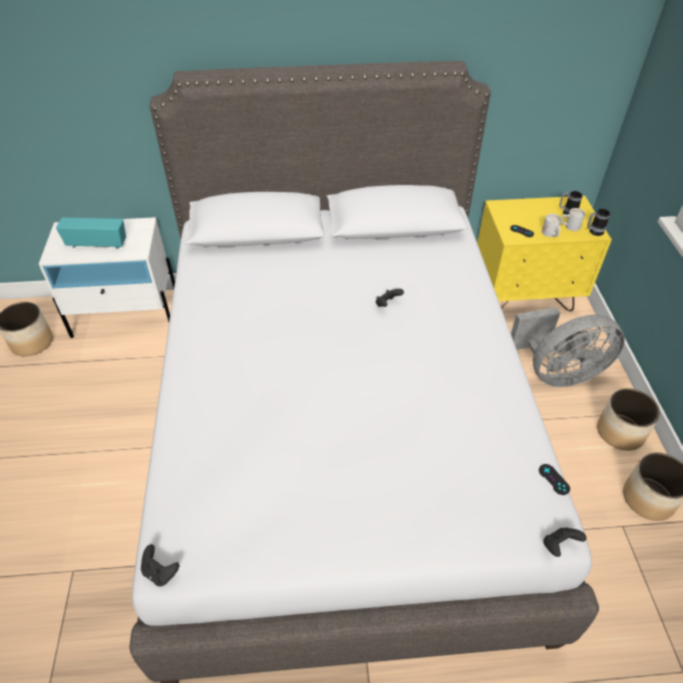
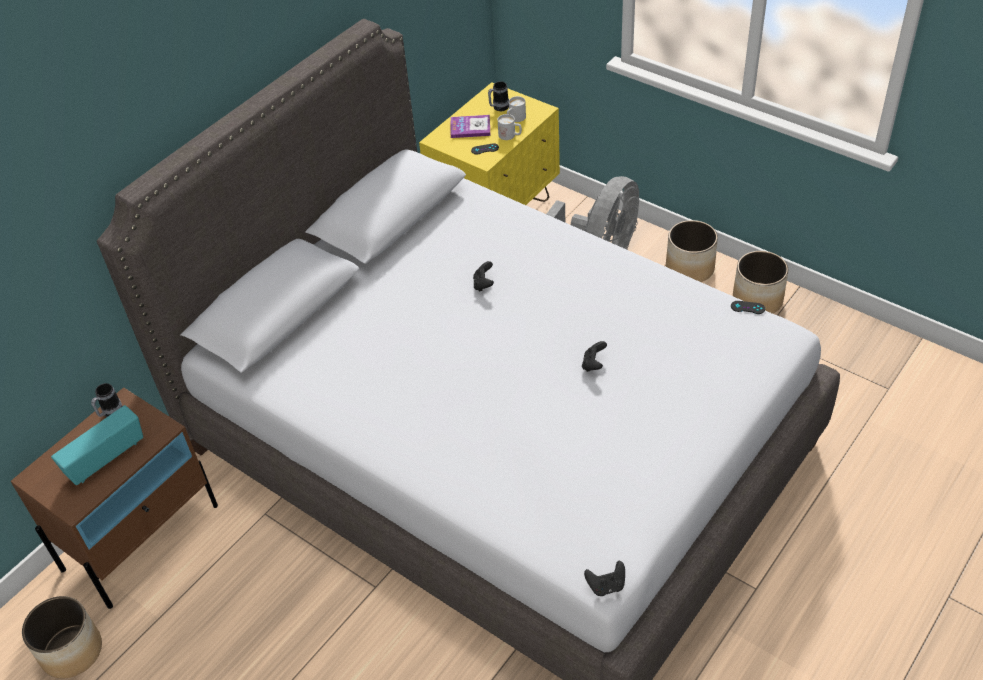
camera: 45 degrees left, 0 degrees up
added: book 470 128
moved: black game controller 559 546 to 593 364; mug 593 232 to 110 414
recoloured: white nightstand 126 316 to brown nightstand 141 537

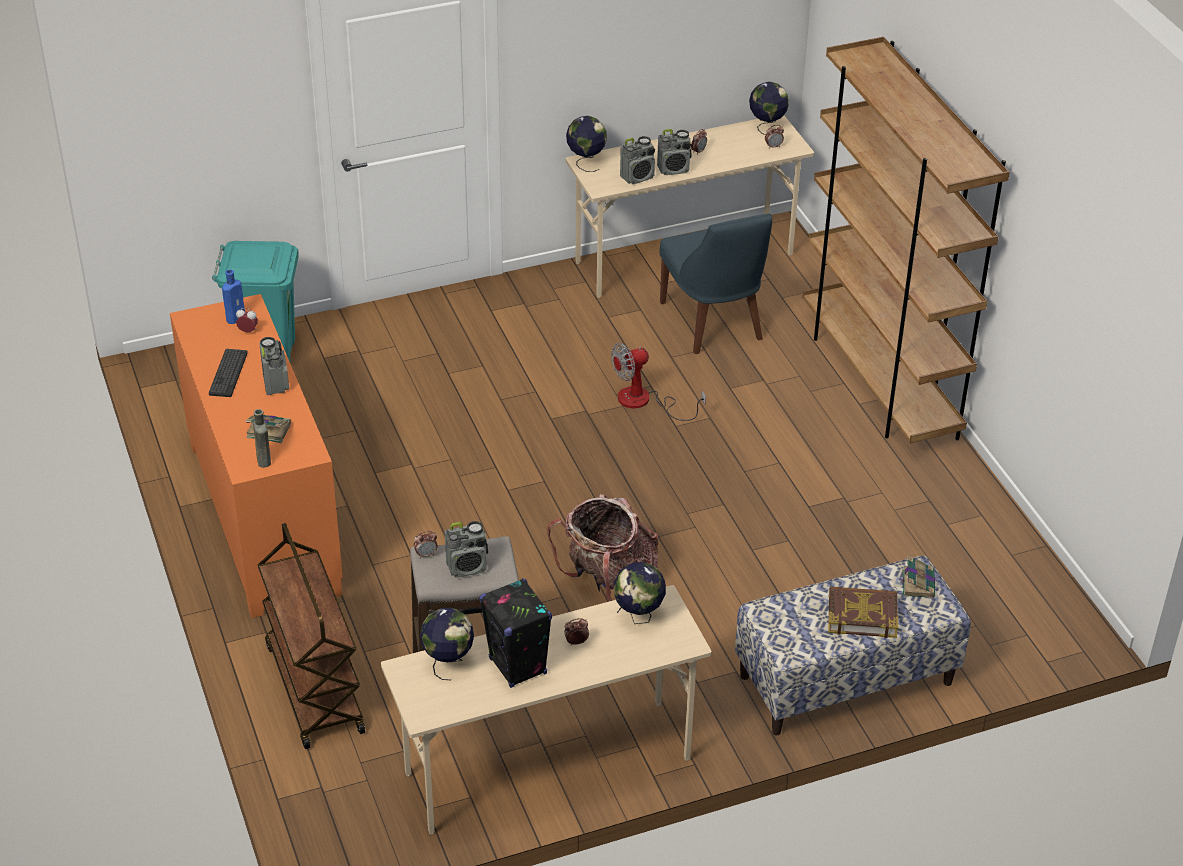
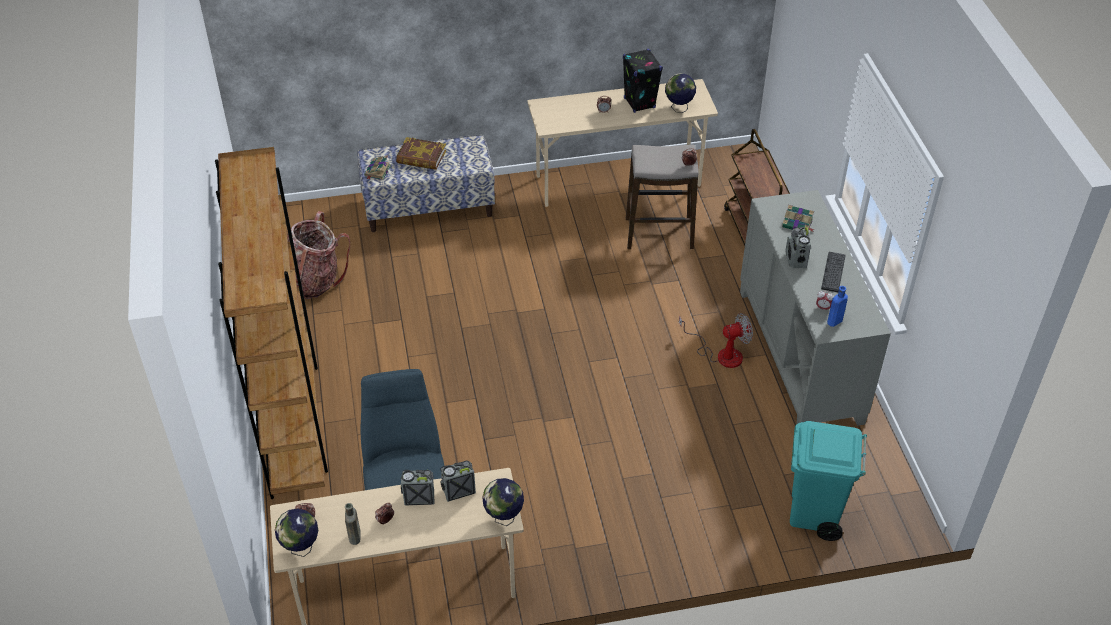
camera: 170 degrees left, 5 degrees up
removed: radio 467 567; globe 638 617
moved: brown bottle 264 461 to 354 535; backpack 608 580 to 314 280; fan 645 401 to 721 354
recoloured: orange cabinet 262 518 to grey cabinet 800 355

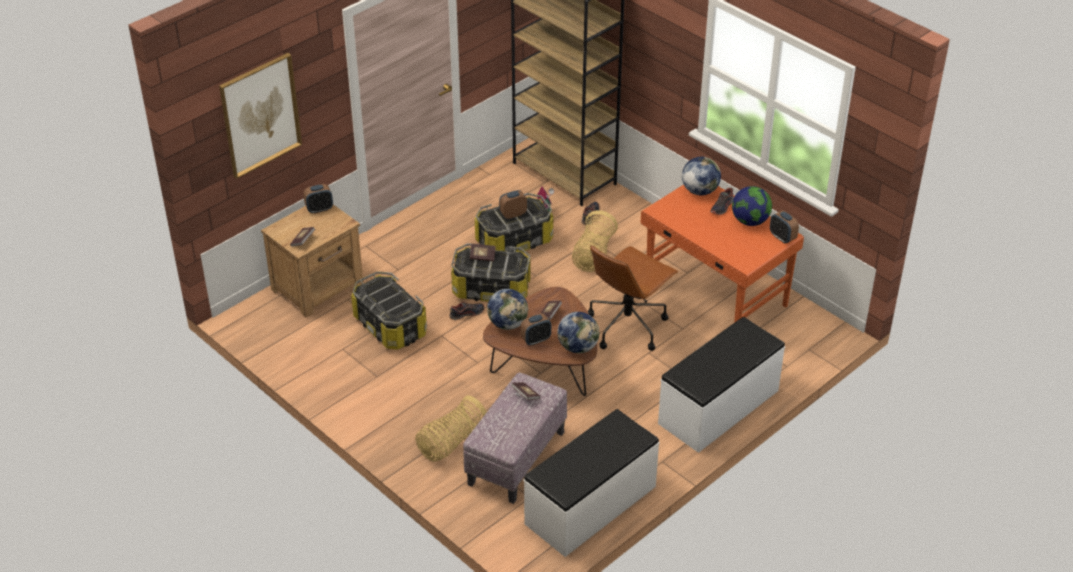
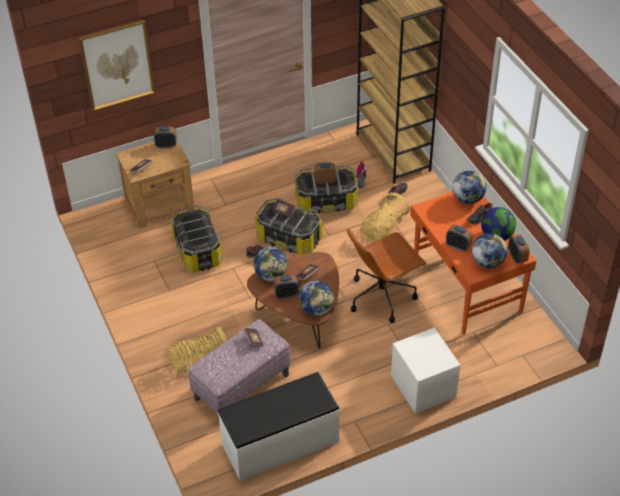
camera: 20 degrees right, 5 degrees up
added: alarm clock 458 246; globe 487 262
replaced: white bench 719 407 to white nightstand 423 387

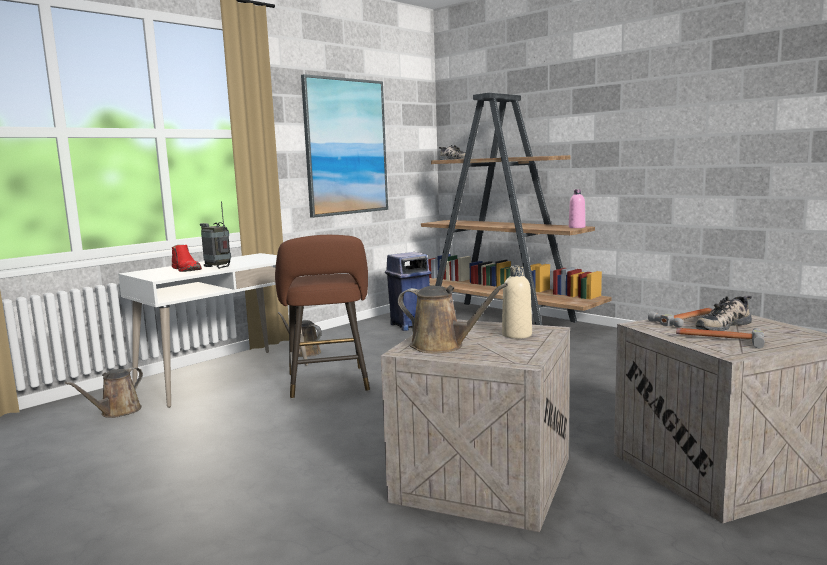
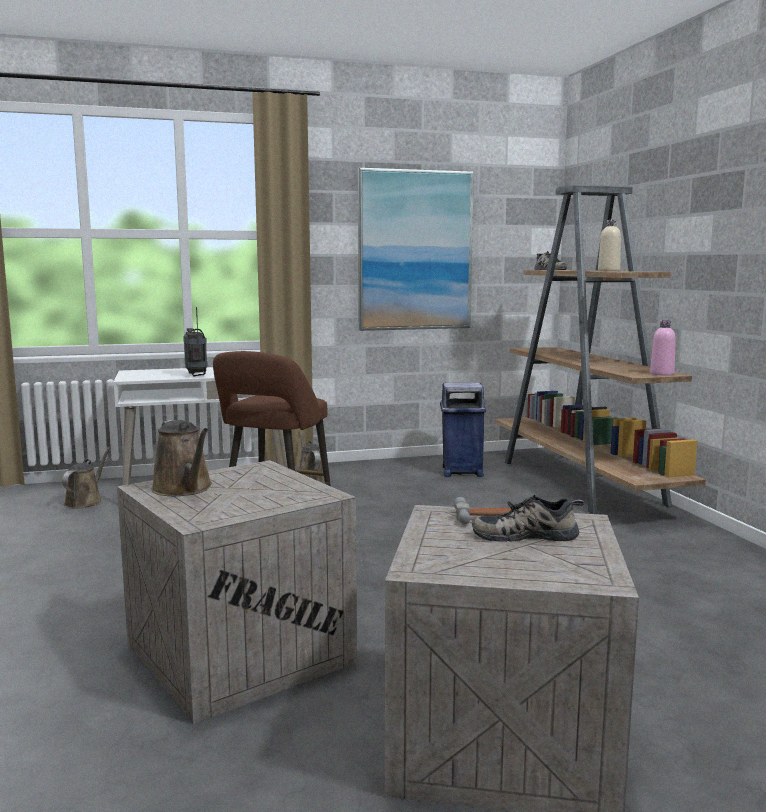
camera: 30 degrees right, 0 degrees up
removed: red boot 187 270; hammer 718 339
moved: beige bottle 517 335 to 608 271
turned: brown watering can 117 412 = 85 501 135 degrees clockwise

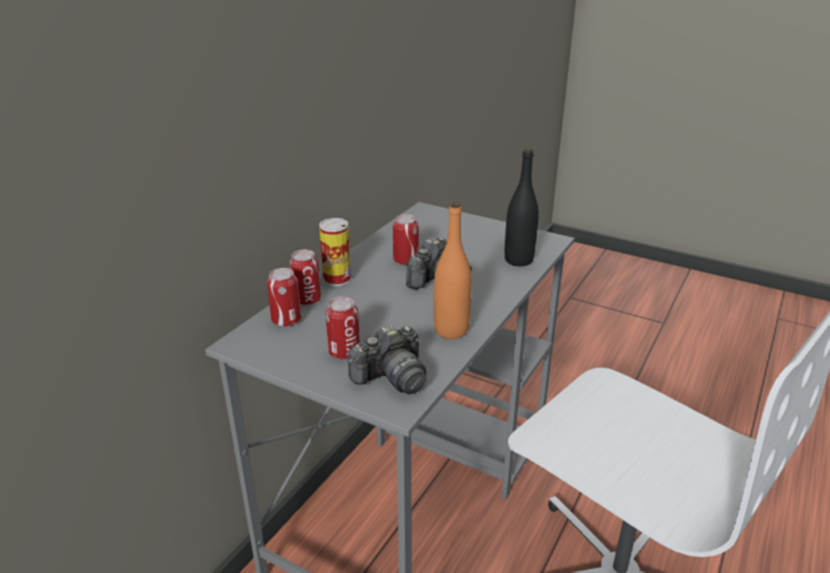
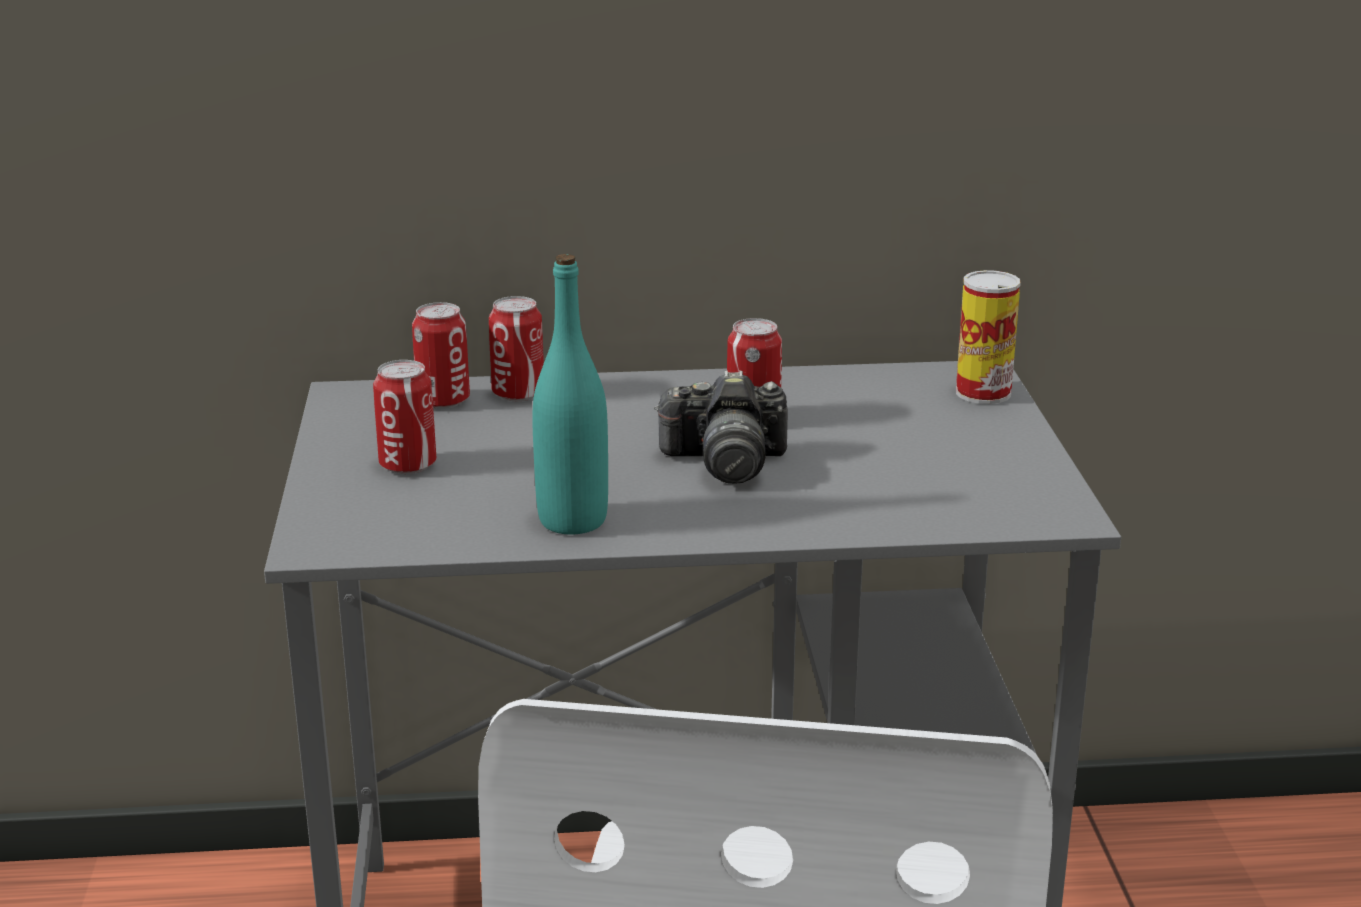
camera: 55 degrees right, 5 degrees down
removed: photo camera 392 378; black bottle 518 260
moved: can 337 279 to 983 393
recoloured: orange bottle 451 330 to turquoise bottle 572 520

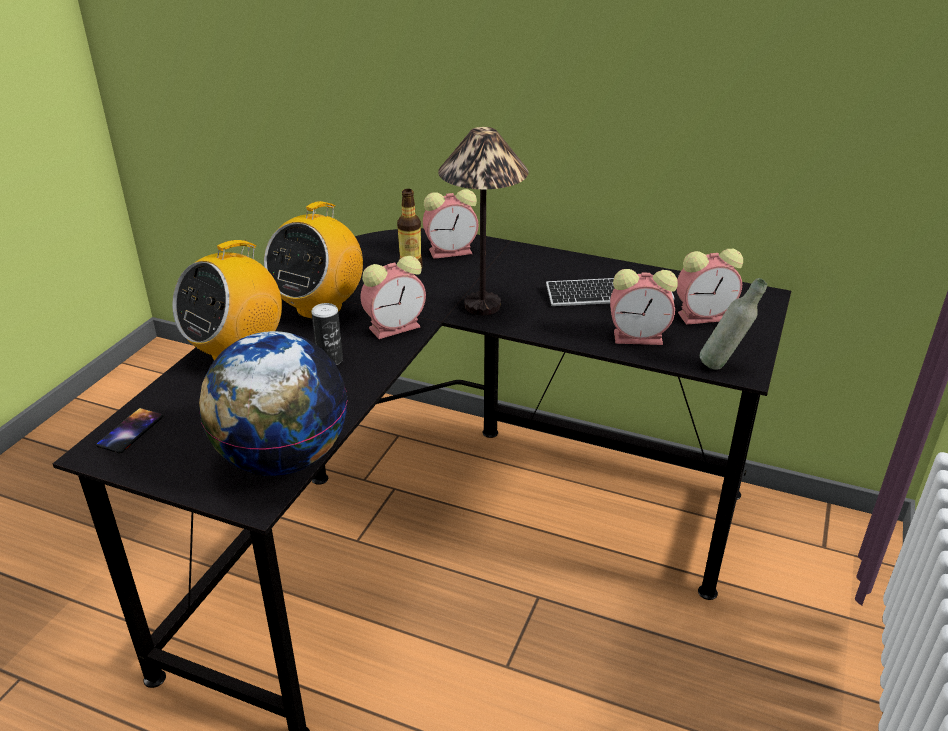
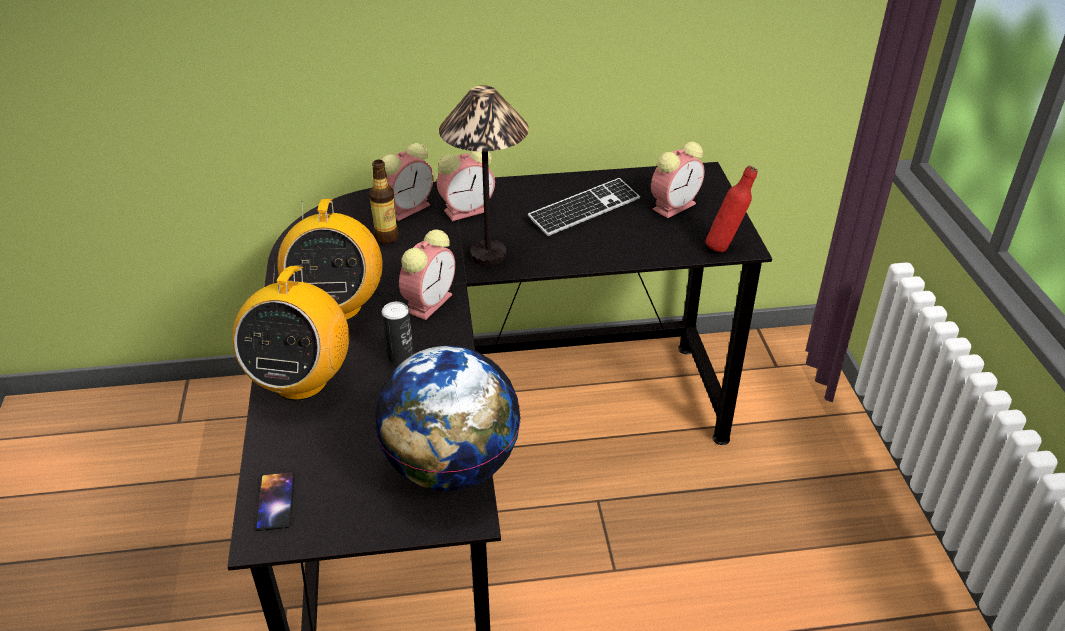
camera: 30 degrees left, 5 degrees up
moved: alarm clock 640 337 to 468 210
recoloured: grey bottle 723 366 to red bottle 725 247

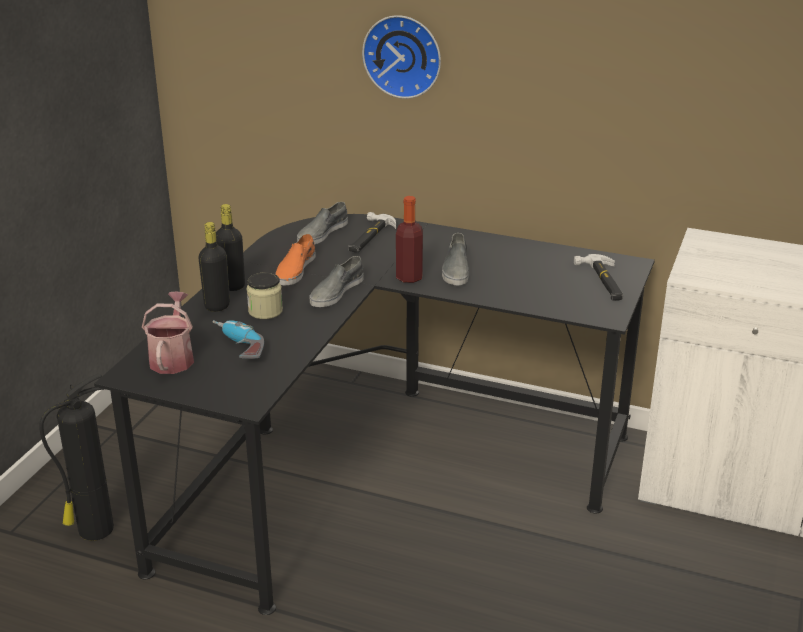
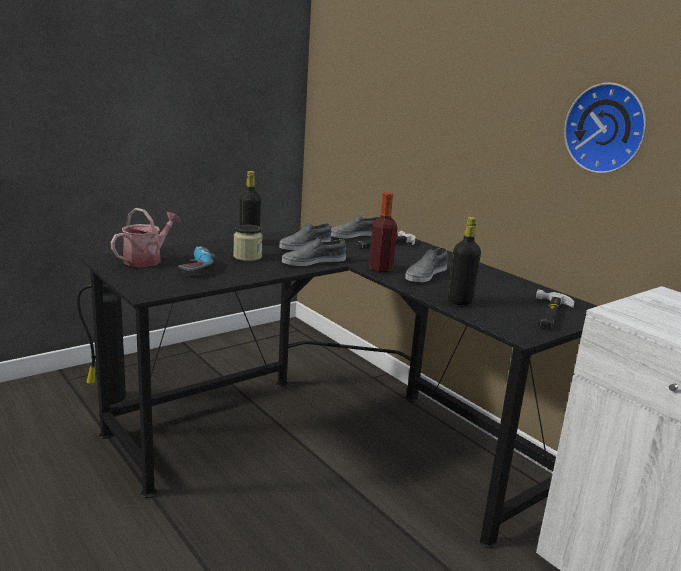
camera: 30 degrees right, 10 degrees down
moved: black bottle 217 306 to 460 301; wall clock 403 55 to 607 128
recoloured: orange shoe 295 270 to grey shoe 304 245

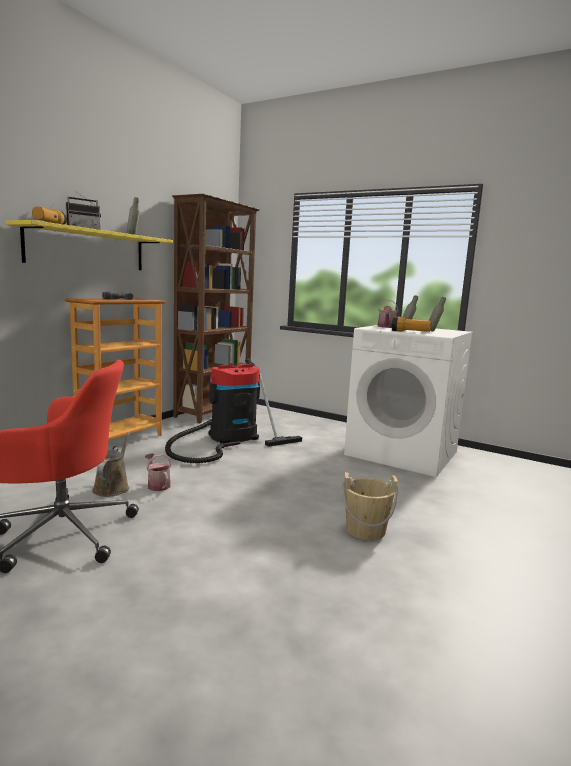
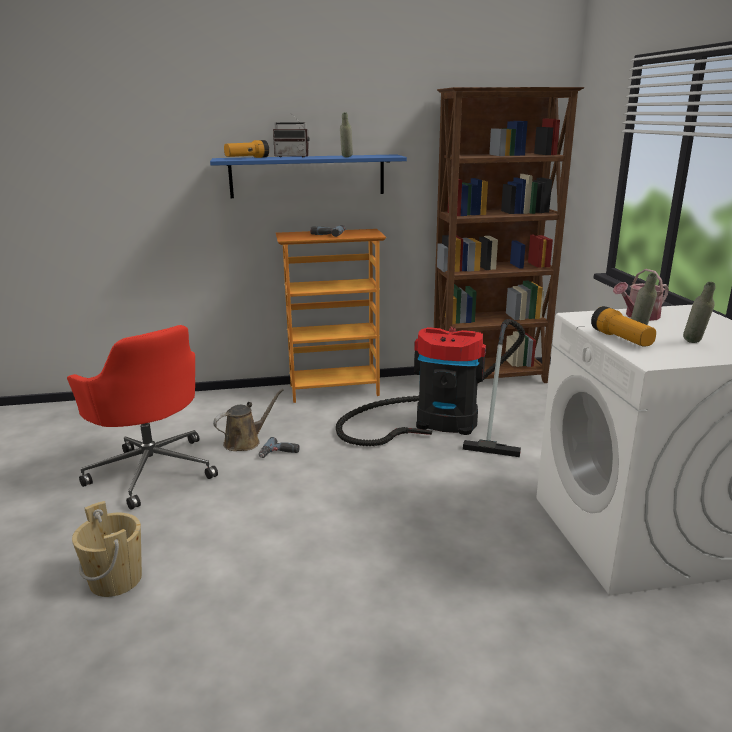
camera: 50 degrees right, 10 degrees up
moved: beige bucket 365 530 to 116 580
replaced: watering can 157 485 to power drill 279 453
recoloured: yellow shelf 87 249 to blue shelf 307 176

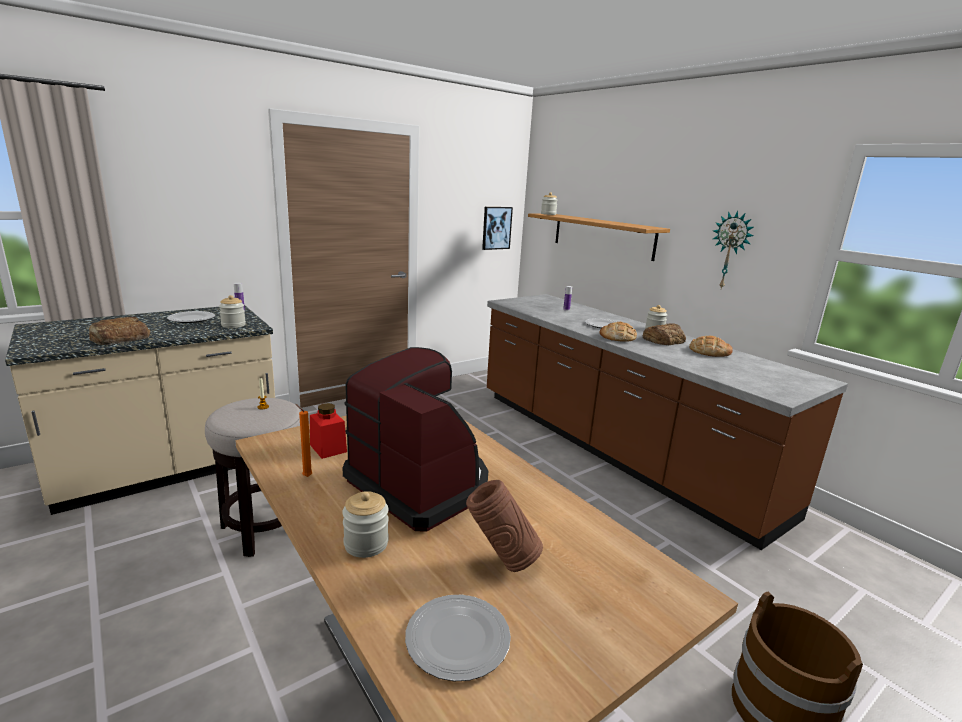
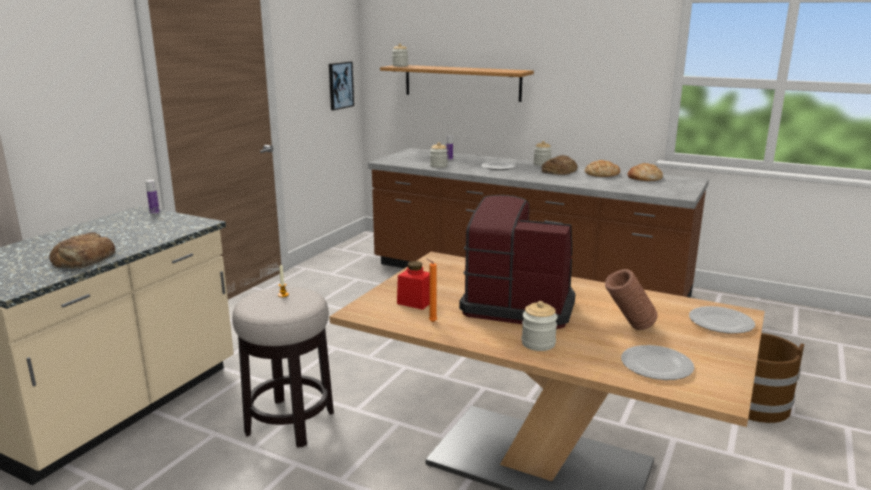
camera: 25 degrees left, 0 degrees up
removed: wall clock 730 250
moved: plate 192 319 to 720 322; jar 233 325 to 438 166; bread 617 337 to 644 178

